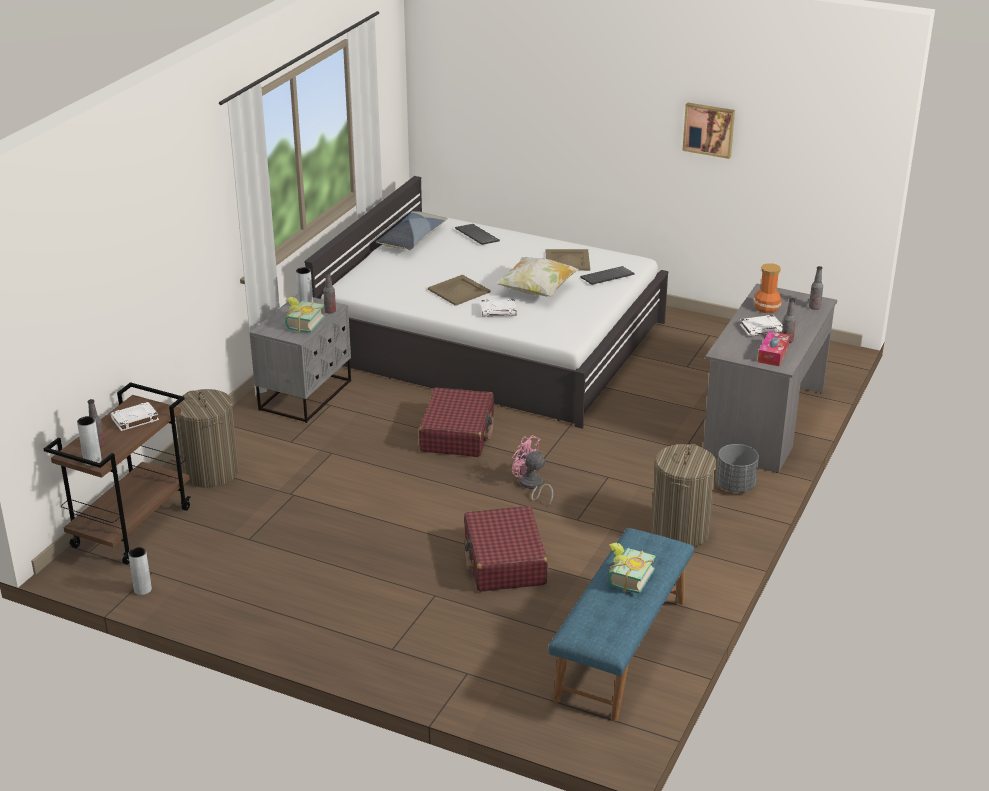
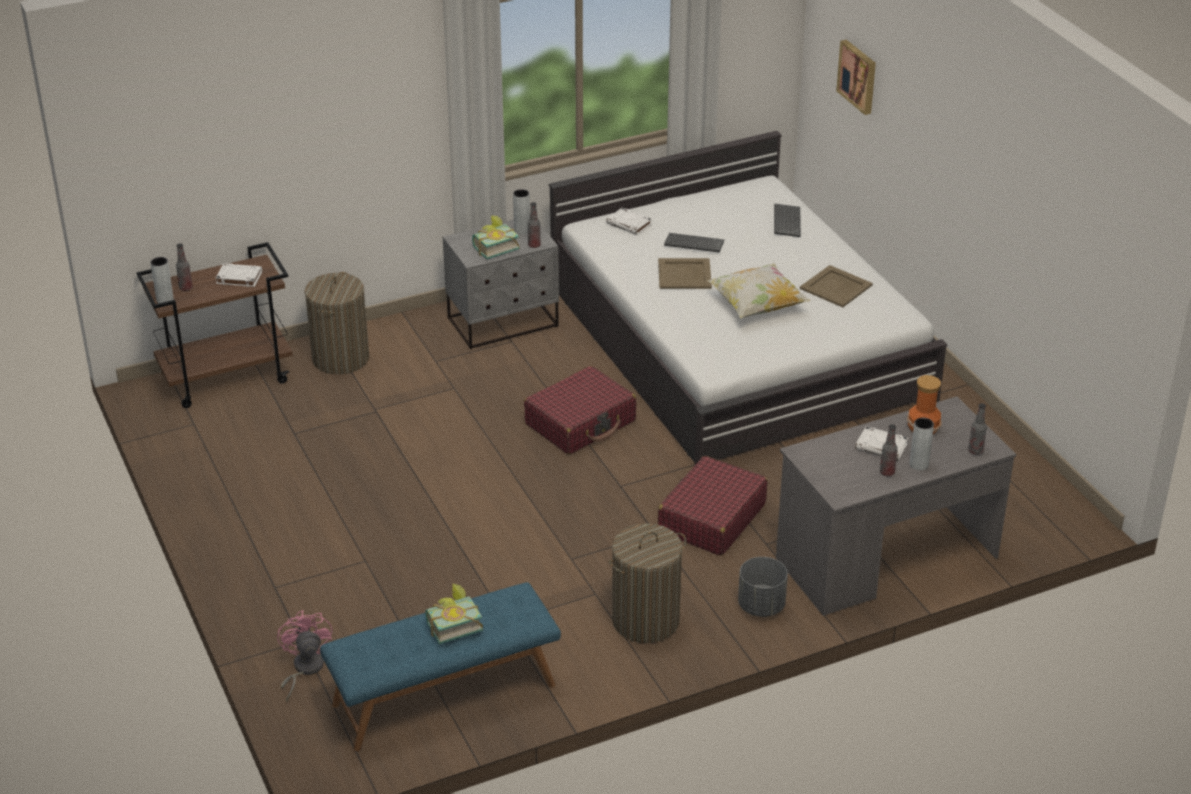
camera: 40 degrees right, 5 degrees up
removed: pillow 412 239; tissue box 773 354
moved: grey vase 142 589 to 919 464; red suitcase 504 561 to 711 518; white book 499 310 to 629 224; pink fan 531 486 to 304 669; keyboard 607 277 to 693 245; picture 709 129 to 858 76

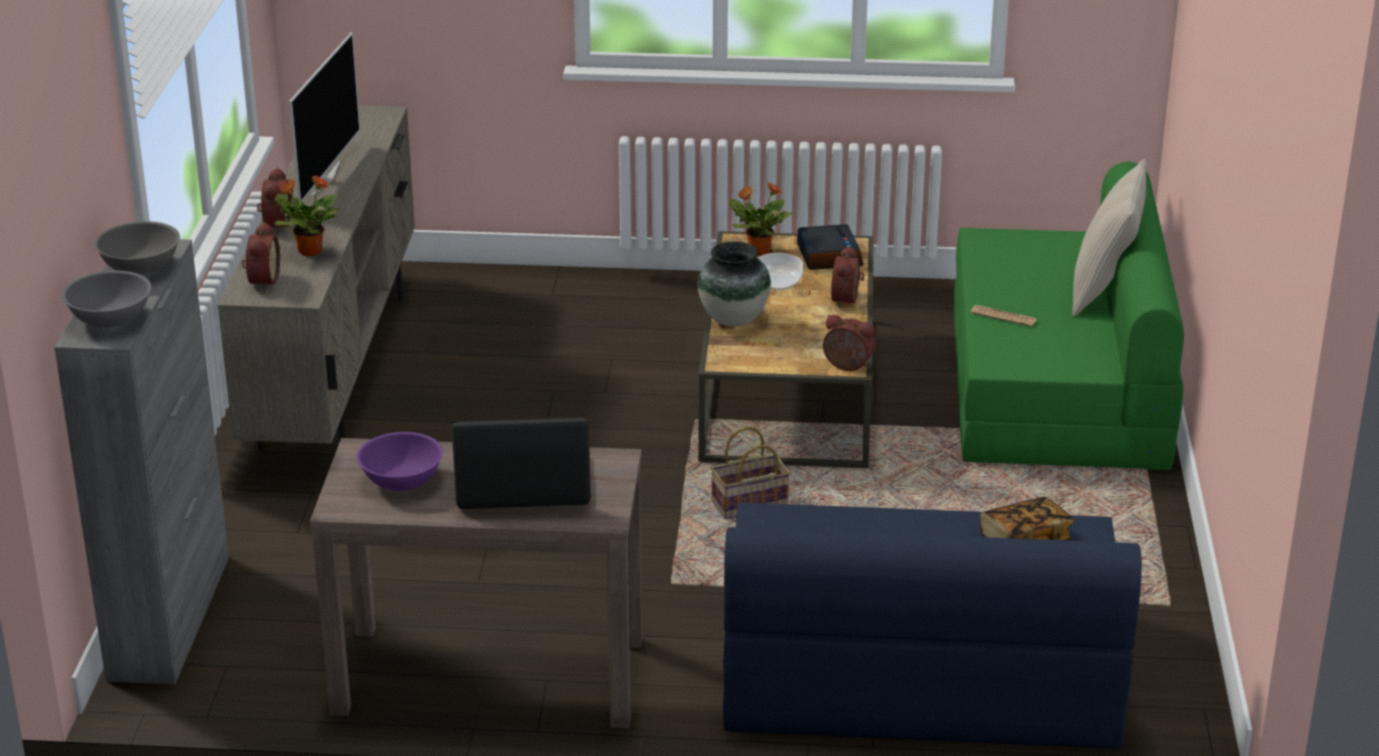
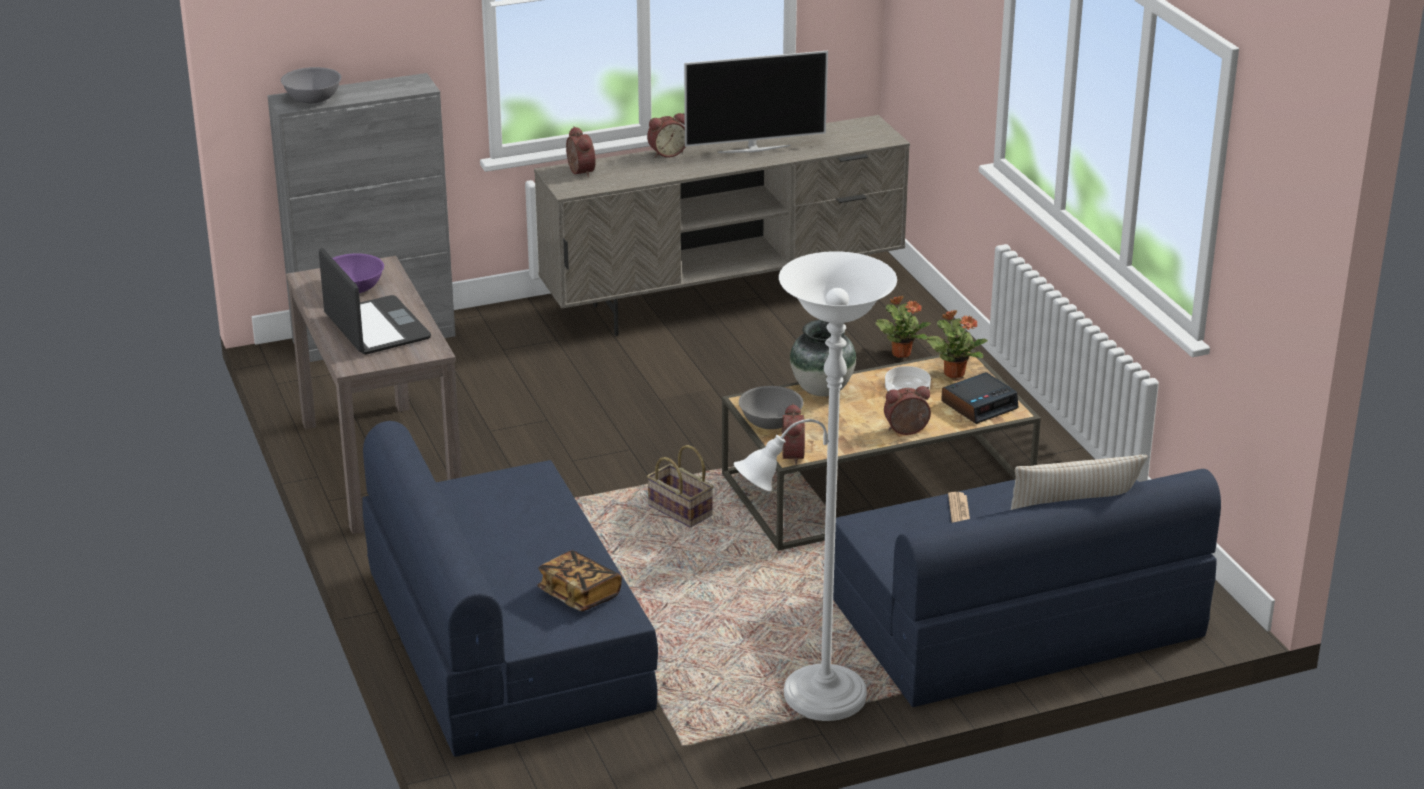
camera: 65 degrees right, 0 degrees up
added: white floor lamp 814 698
moved: grey bowl 141 267 to 770 422; potted plant 309 251 to 901 353
recoloured: green sofa 1057 383 to blue sofa 1016 616
turned: alarm clock 261 281 = 578 172 90 degrees counterclockwise

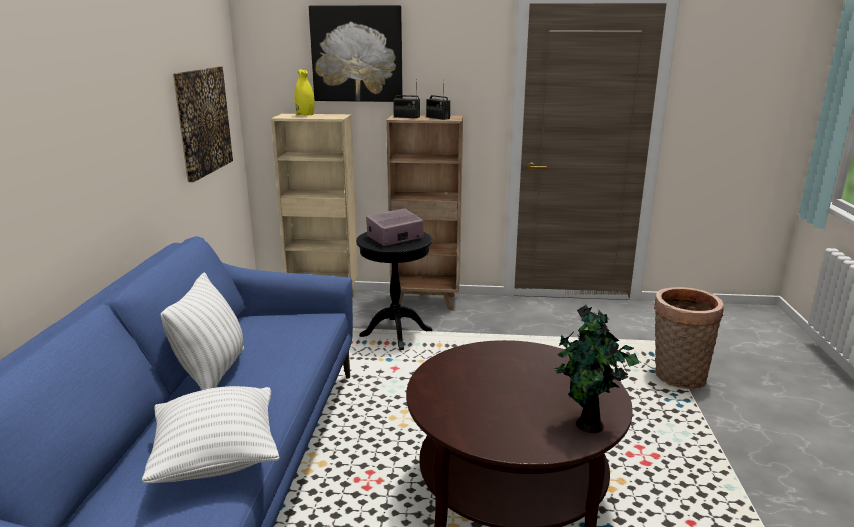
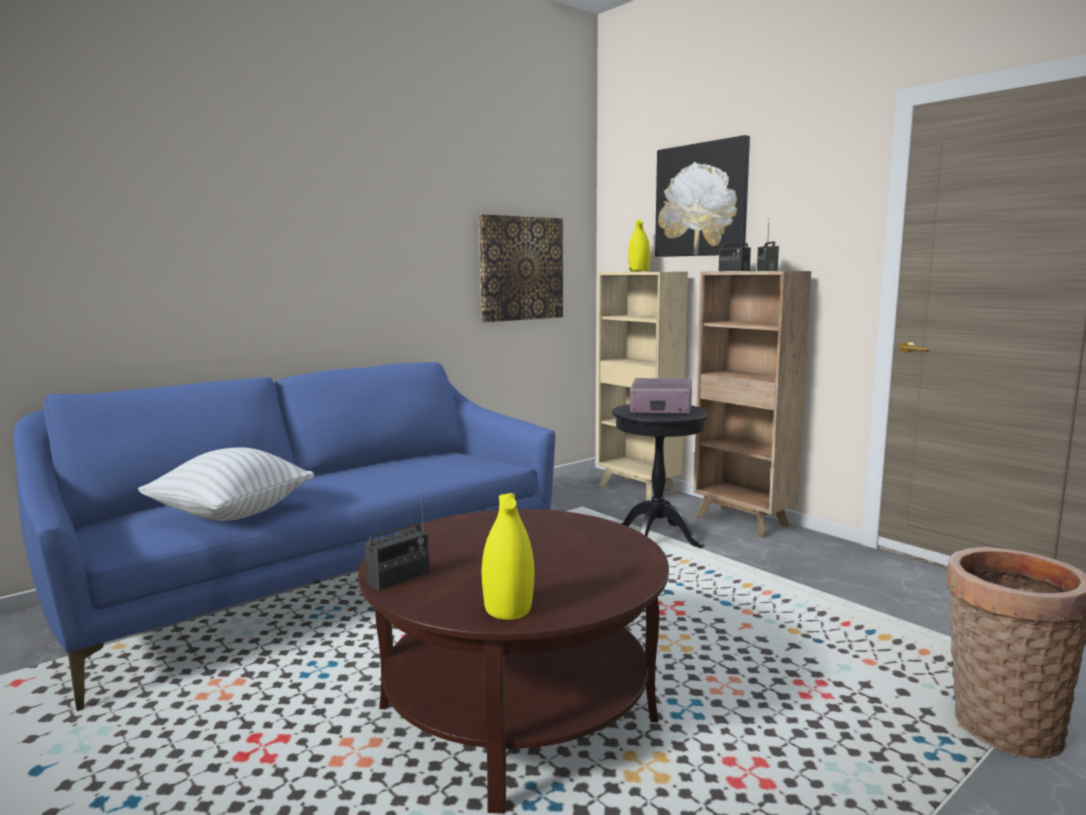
camera: 45 degrees right, 10 degrees down
removed: white pillow 213 373
added: radio 399 578
replaced: potted plant 588 426 to yellow vase 508 609

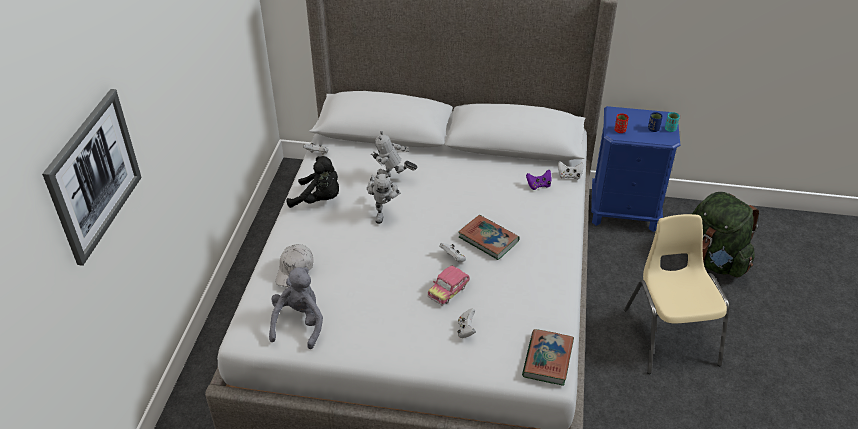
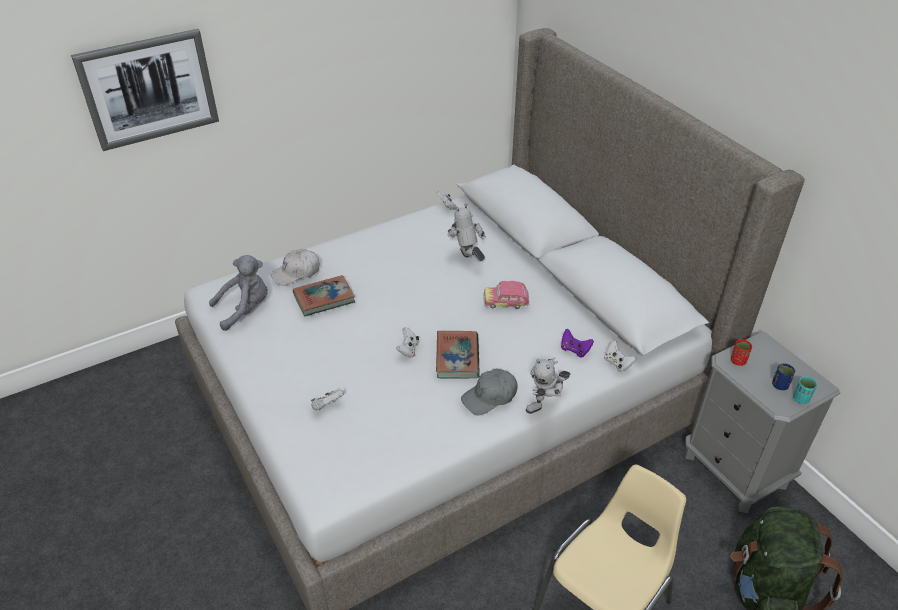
camera: 50 degrees right, 0 degrees up
removed: black plush toy 319 200
added: grey cap 490 397
moved: toy robot 383 212 to 546 405; toy car 448 291 to 506 302; book 547 359 to 324 298
recoloured: blue nightstand 624 212 to grey nightstand 735 470

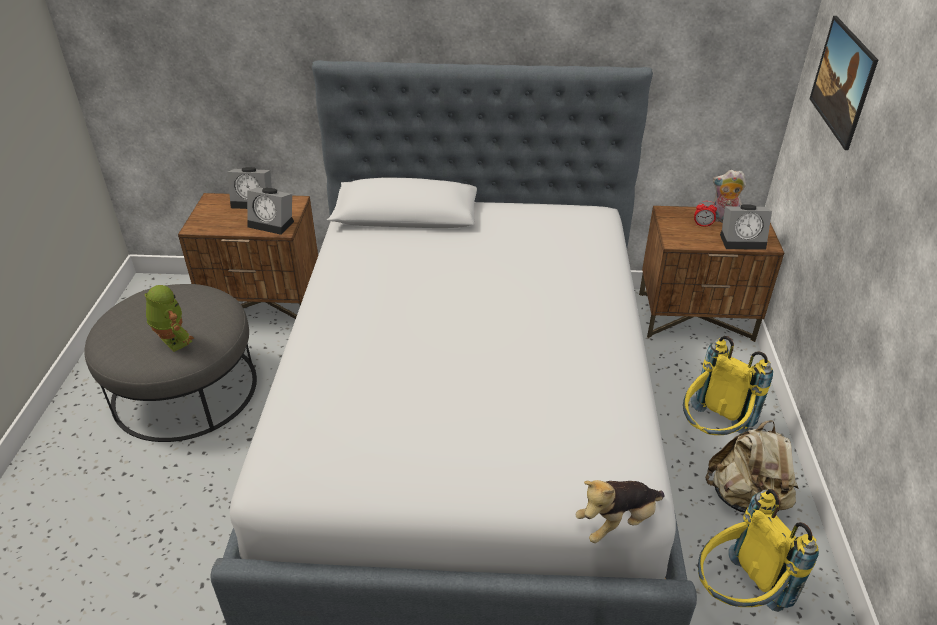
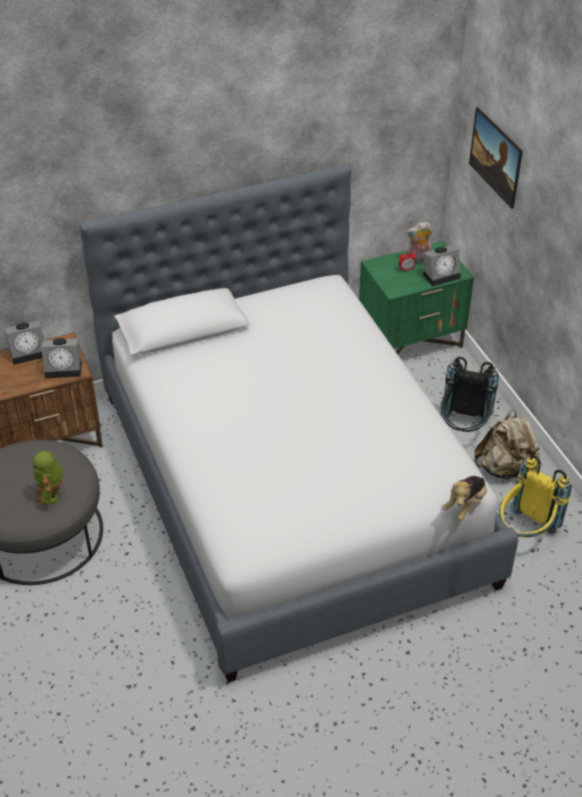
camera: 25 degrees left, 5 degrees up
recoloured: brown nightstand 696 316 to green nightstand 411 339; yellow backpack 711 432 to black backpack 463 429
turned: toy robot 173 342 = 51 494 120 degrees counterclockwise

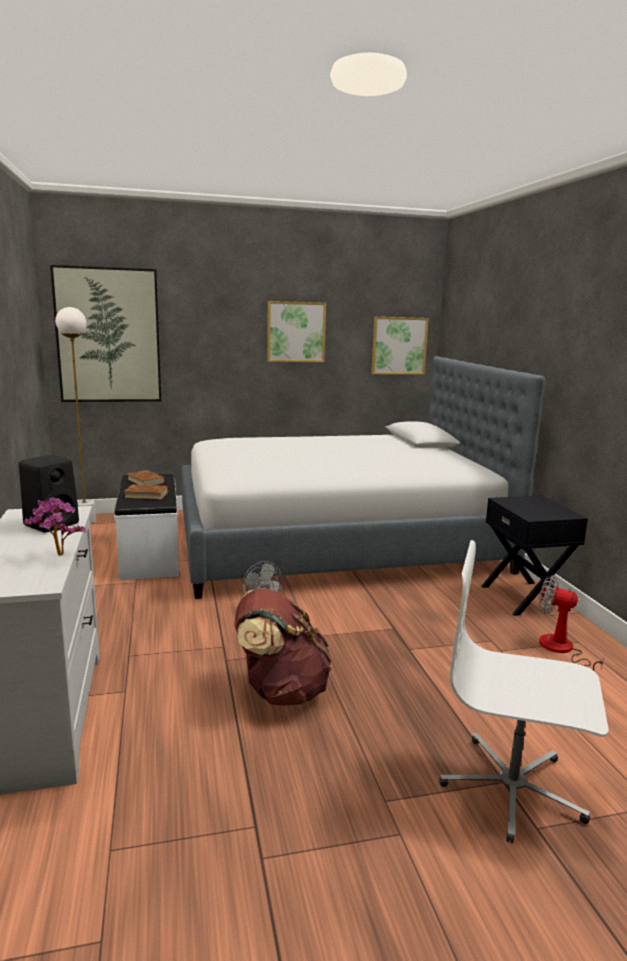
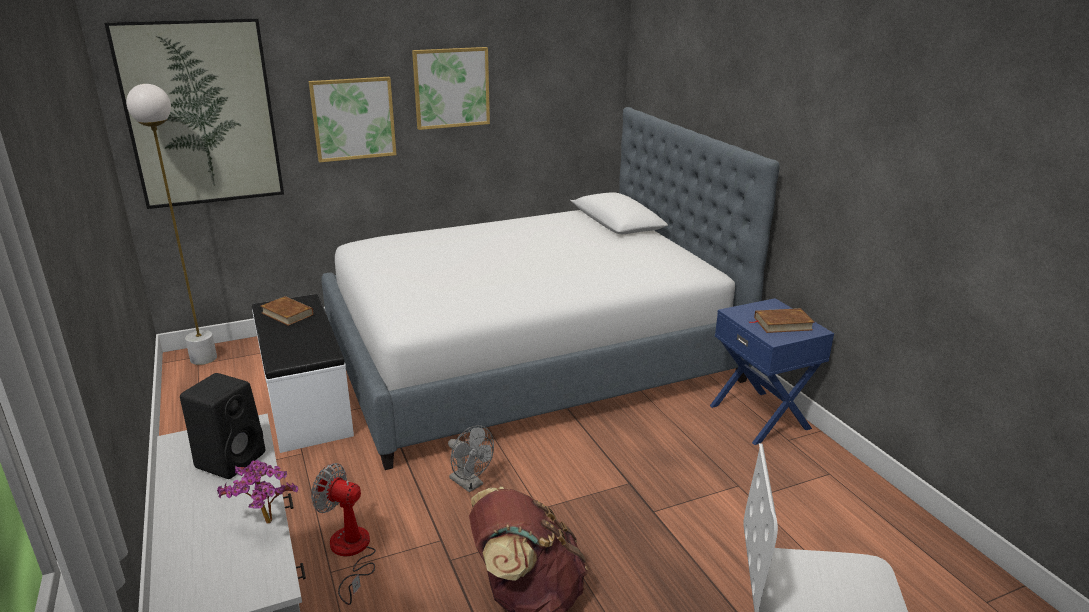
camera: 10 degrees left, 10 degrees up
moved: brown book 146 495 to 782 324; picture 399 345 to 353 119; fan 561 651 to 350 553
recoloured: black nightstand 525 597 to blue nightstand 760 416

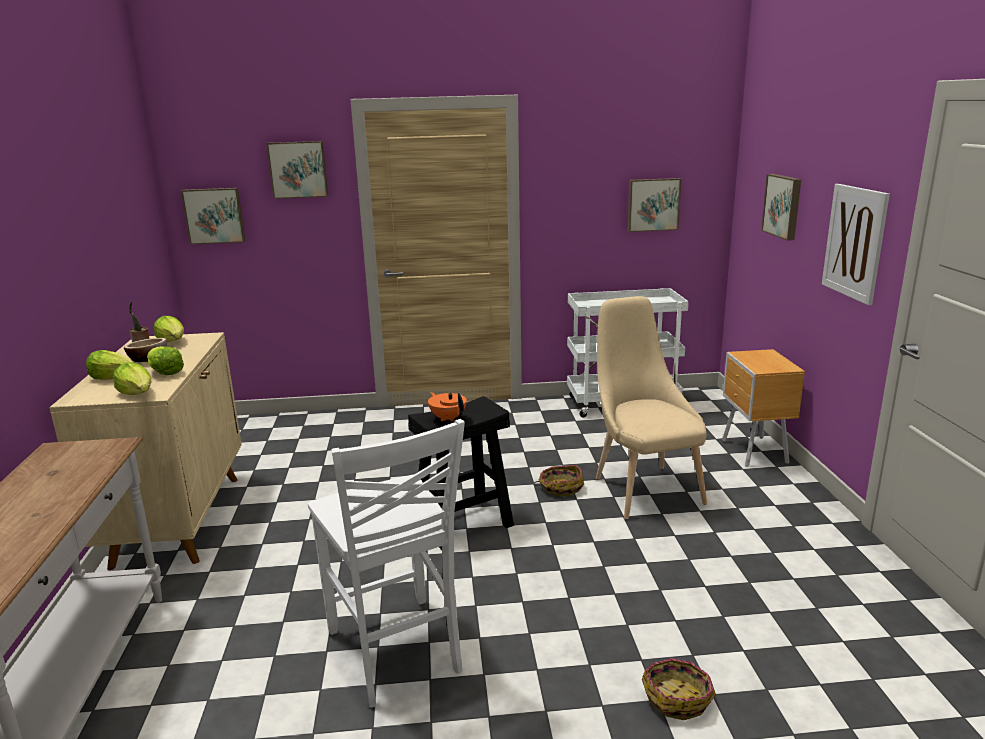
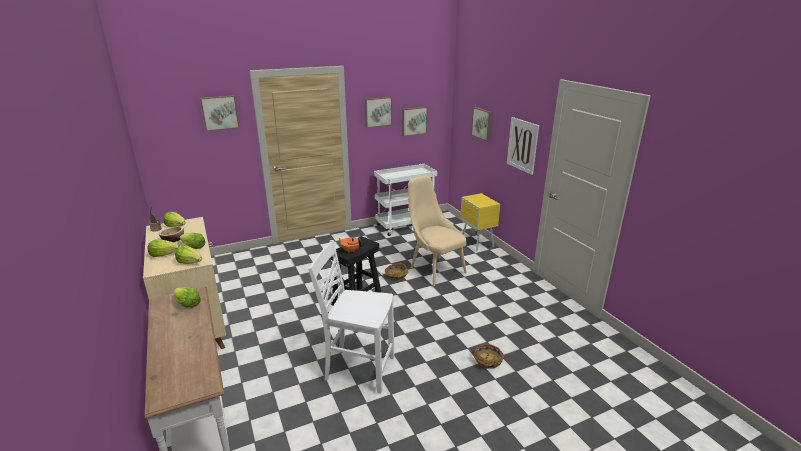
camera: 20 degrees left, 5 degrees up
added: lettuce 187 304
moved: picture 214 215 to 377 112
recoloured: brown nightstand 754 452 to yellow nightstand 477 244
turned: white chair 396 652 = 358 368 150 degrees clockwise

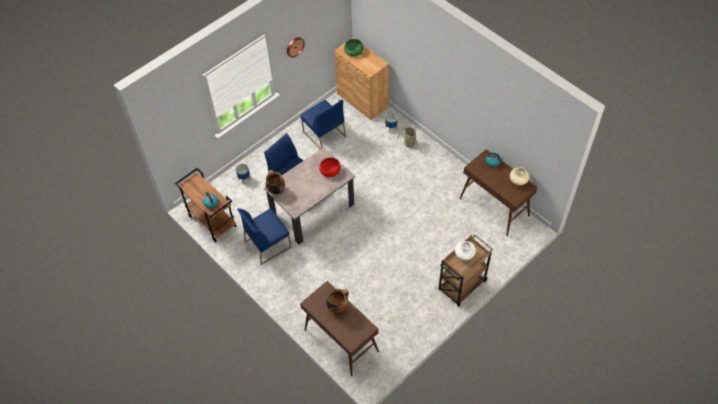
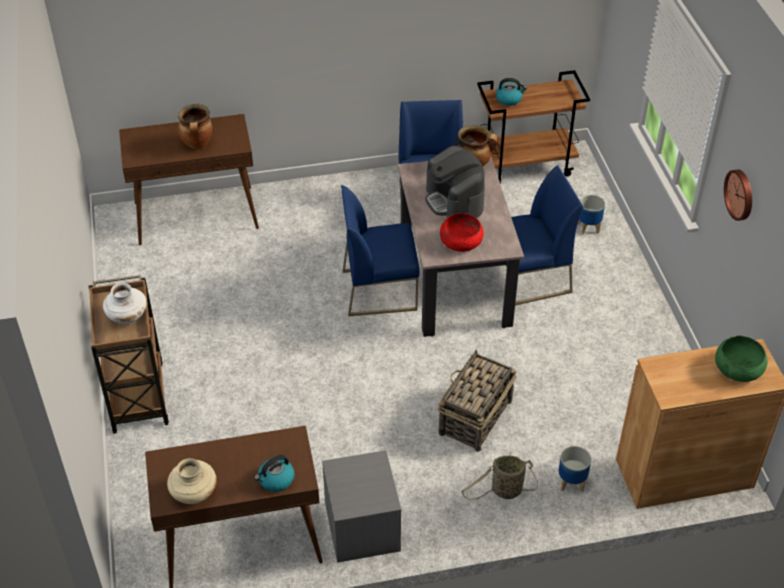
camera: 120 degrees right, 10 degrees down
added: grey nightstand 362 528; coffee machine 454 201; basket 475 418
moved: blue chair 324 134 to 380 290

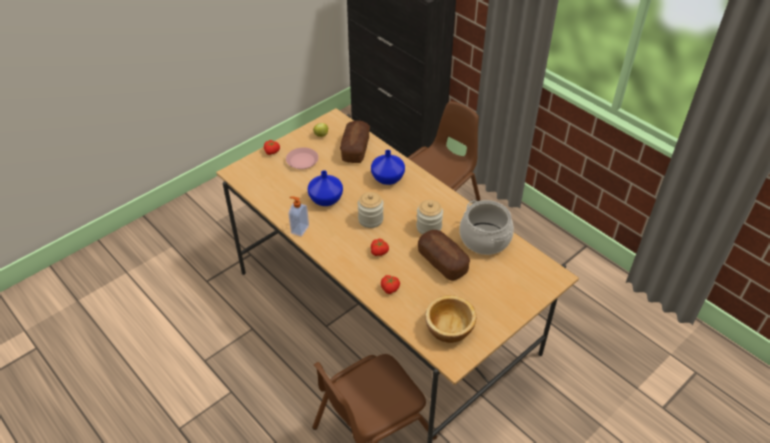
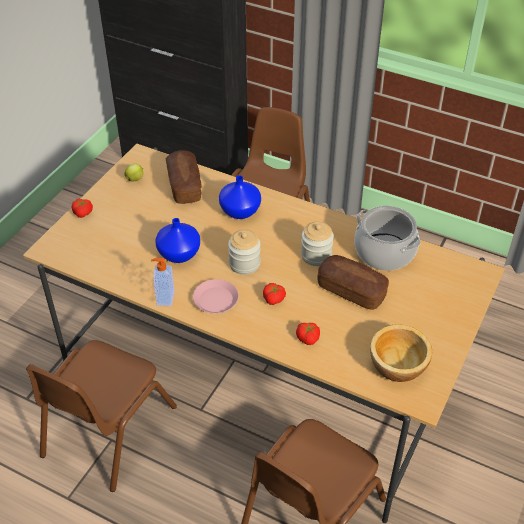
camera: 20 degrees left, 0 degrees up
added: brown chair 107 431
moved: pink plate 302 161 to 216 300

